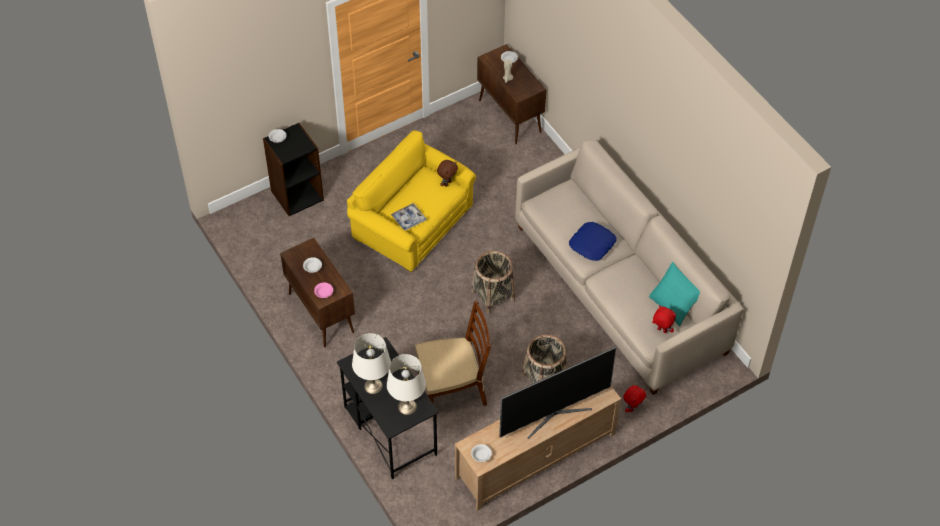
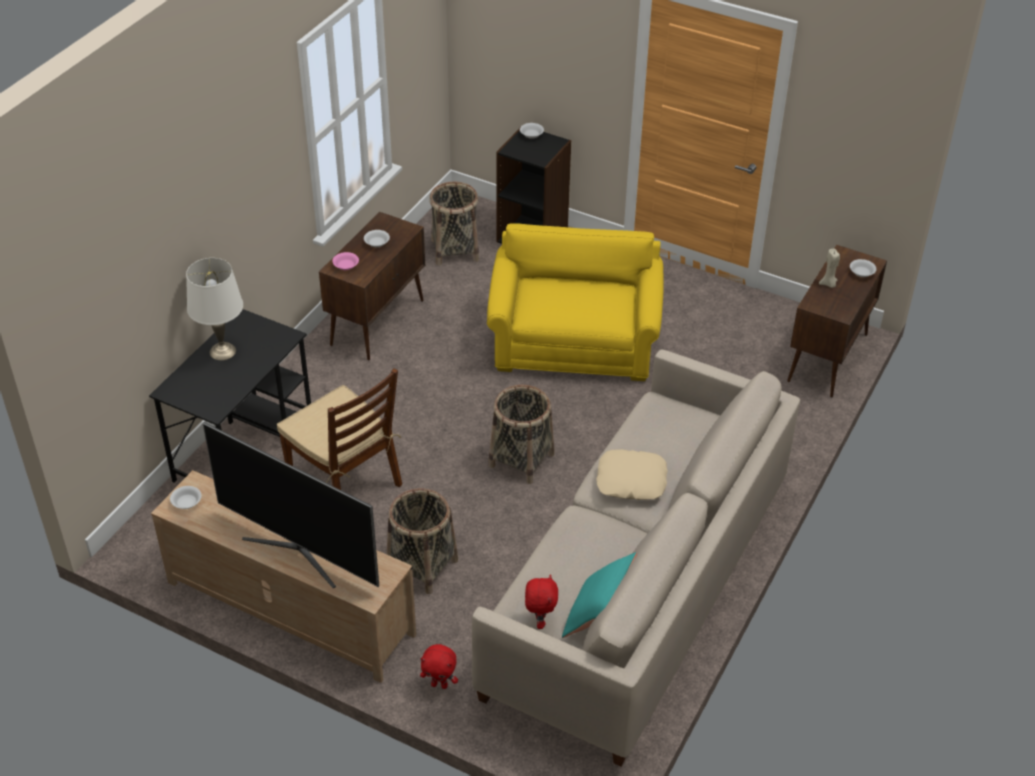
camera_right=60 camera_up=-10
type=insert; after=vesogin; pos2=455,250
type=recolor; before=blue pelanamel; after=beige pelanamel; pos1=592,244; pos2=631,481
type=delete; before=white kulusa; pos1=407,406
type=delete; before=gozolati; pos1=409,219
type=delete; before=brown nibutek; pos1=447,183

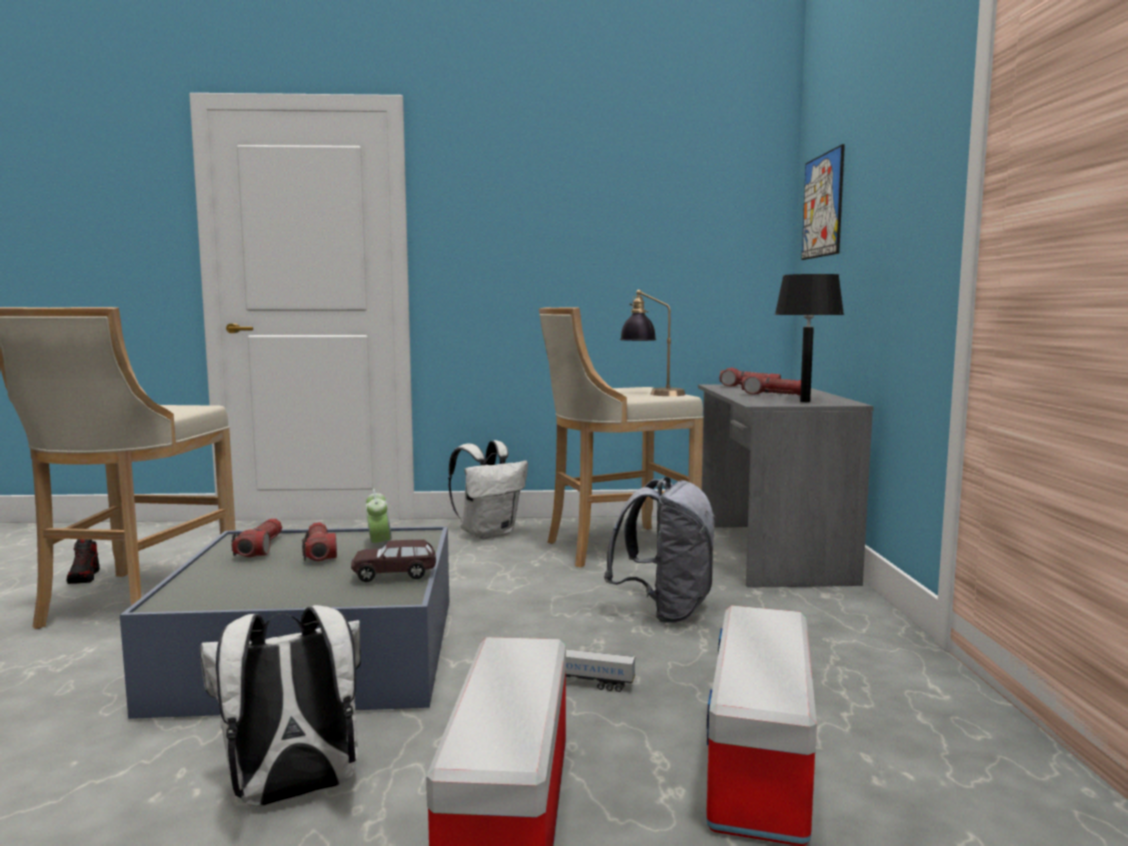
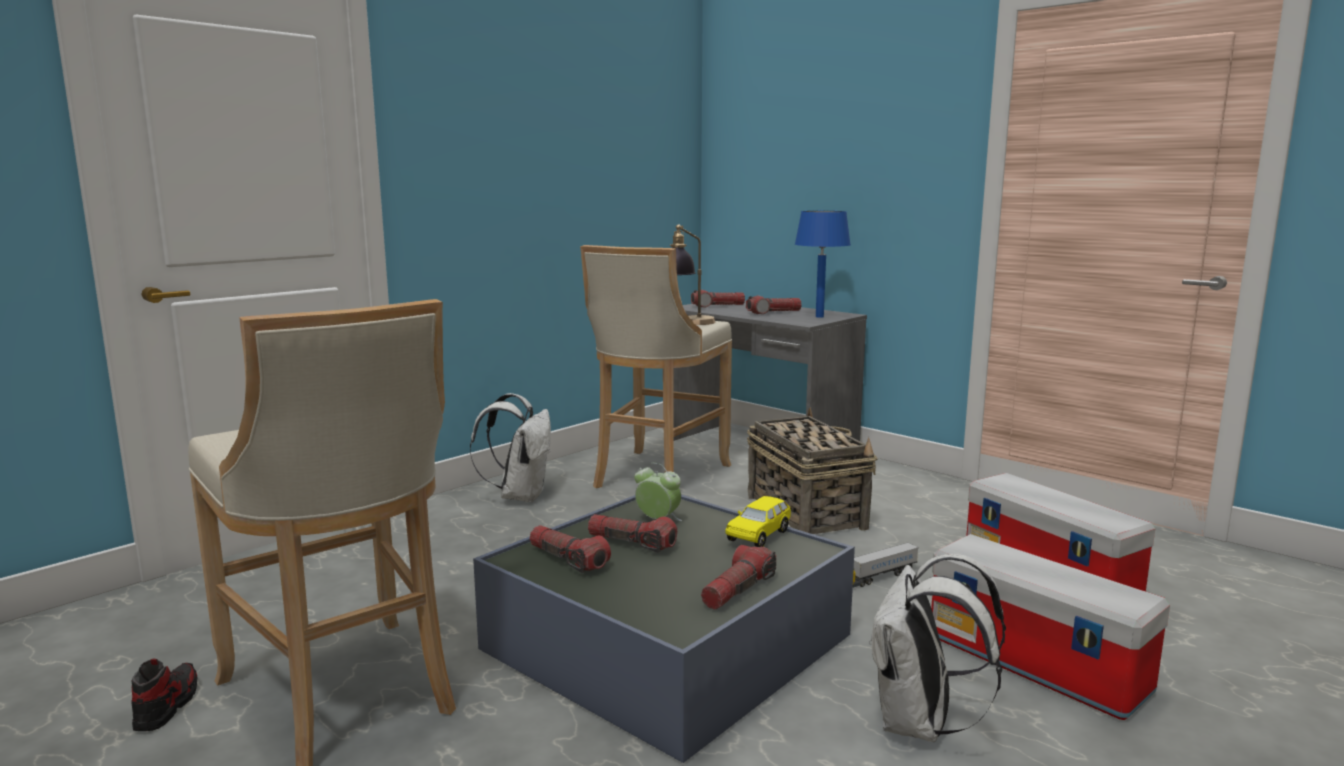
camera_right=-45 camera_up=5
type=rotate; before=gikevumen; pos1=84,577; pos2=167,706; turn=-120
type=insert; after=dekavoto; pos2=738,590
type=recolor; before=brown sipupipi; after=yellow sipupipi; pos1=394,574; pos2=759,535
type=replace; before=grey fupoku; after=vesogin; pos1=665,611; pos2=805,511
type=recolor; before=black kulusa; after=blue kulusa; pos1=804,401; pos2=819,316
type=delete; before=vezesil; pos1=822,206

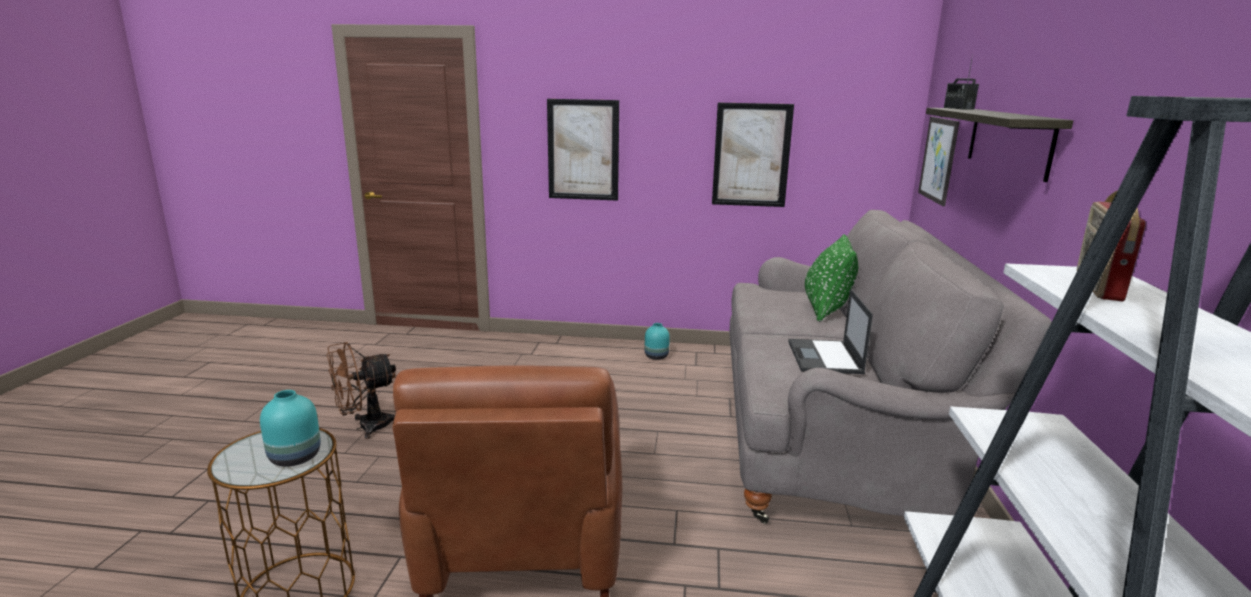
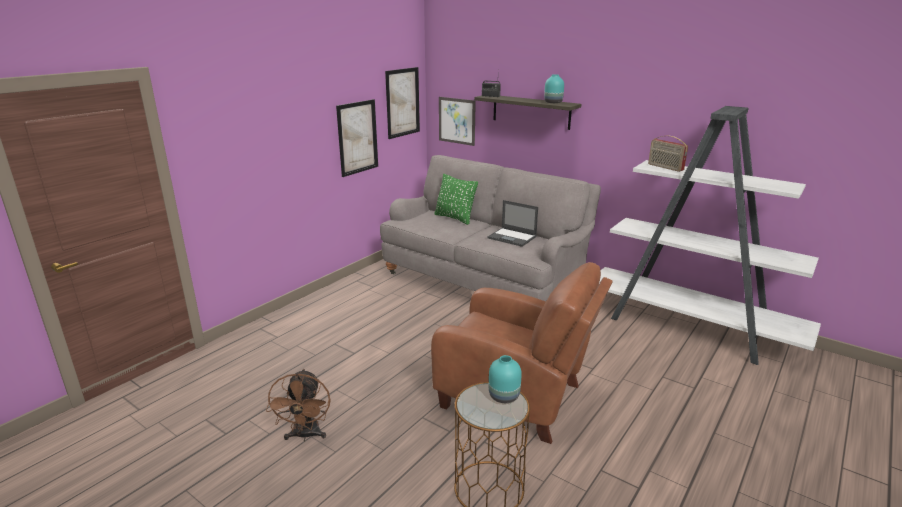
camera_right=-60 camera_up=5
type=move; before=vezesil; pos1=583,150; pos2=402,102
type=move; before=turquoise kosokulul; pos1=656,357; pos2=553,102

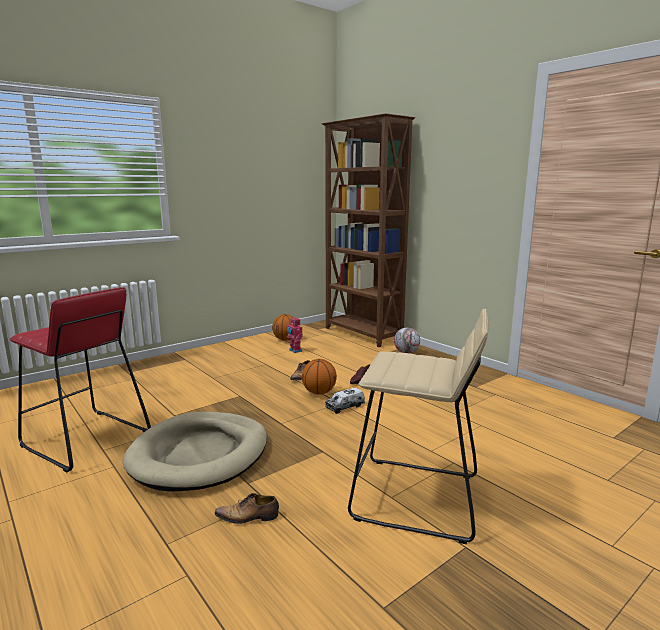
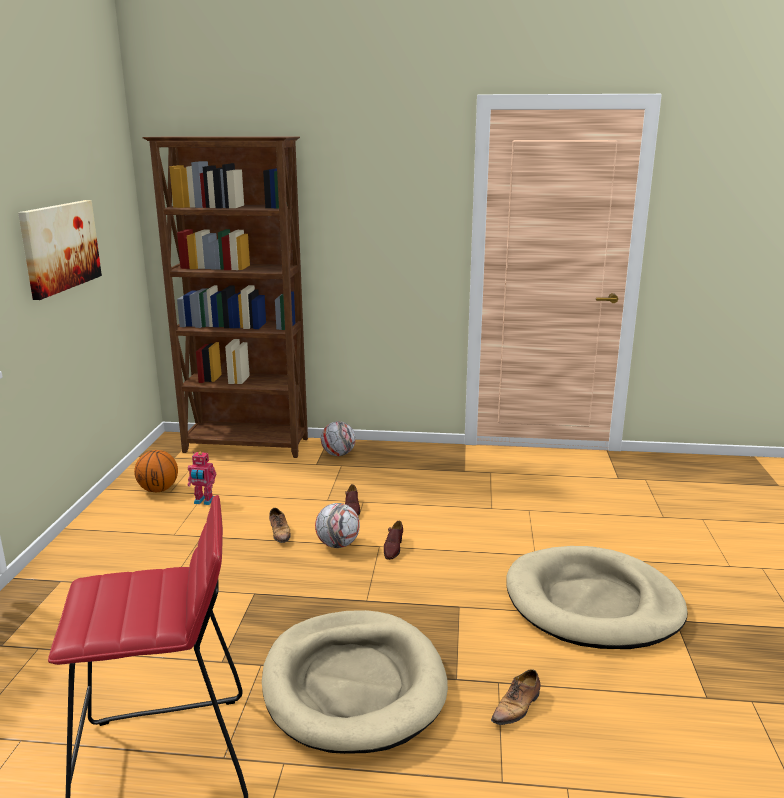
camera_right=-45 camera_up=5
type=insert; after=vezesil; pos2=60,247
type=replace; before=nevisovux; after=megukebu; pos1=319,393; pos2=338,544
type=replace; before=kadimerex; after=brown gikevumen; pos1=345,407; pos2=393,548
type=replace; before=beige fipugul; after=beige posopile; pos1=416,498; pos2=593,603

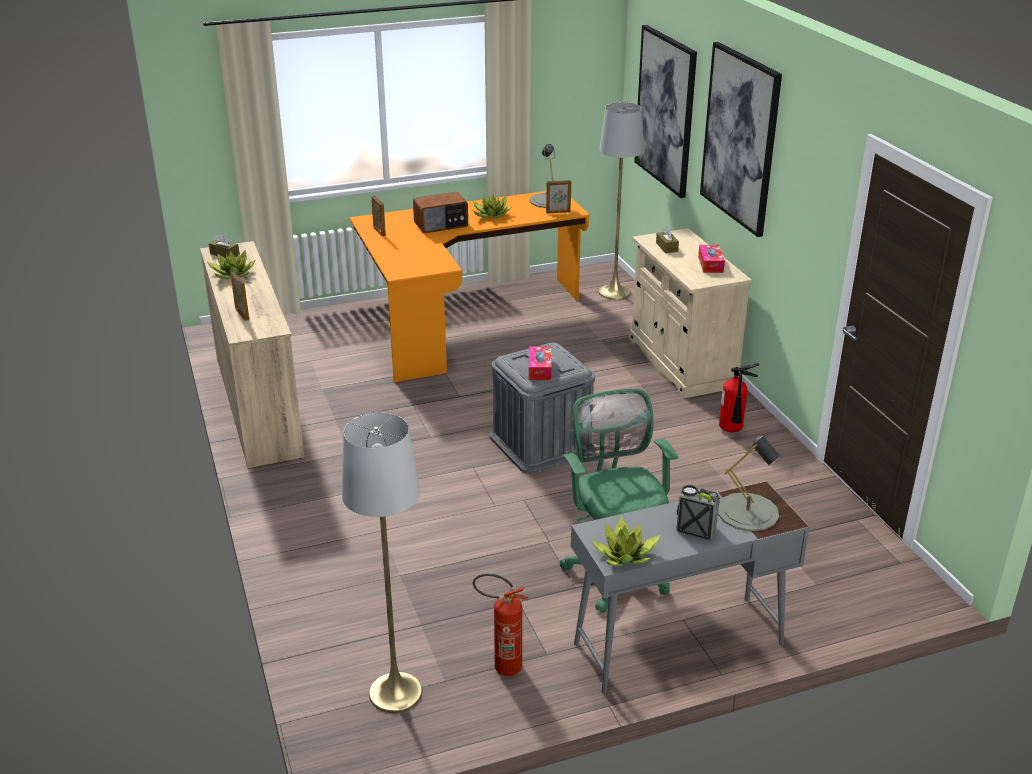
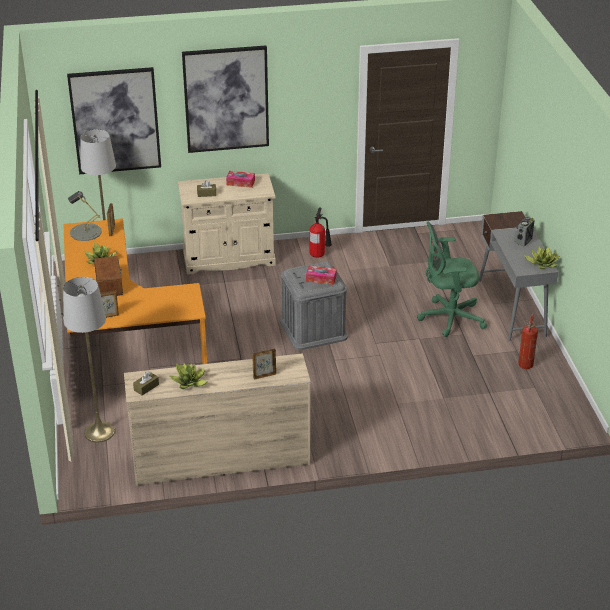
camera_right=-80 camera_up=5
type=move; before=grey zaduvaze; pos1=395,692; pos2=99,432
type=delete; before=grey kulusa; pos1=748,512

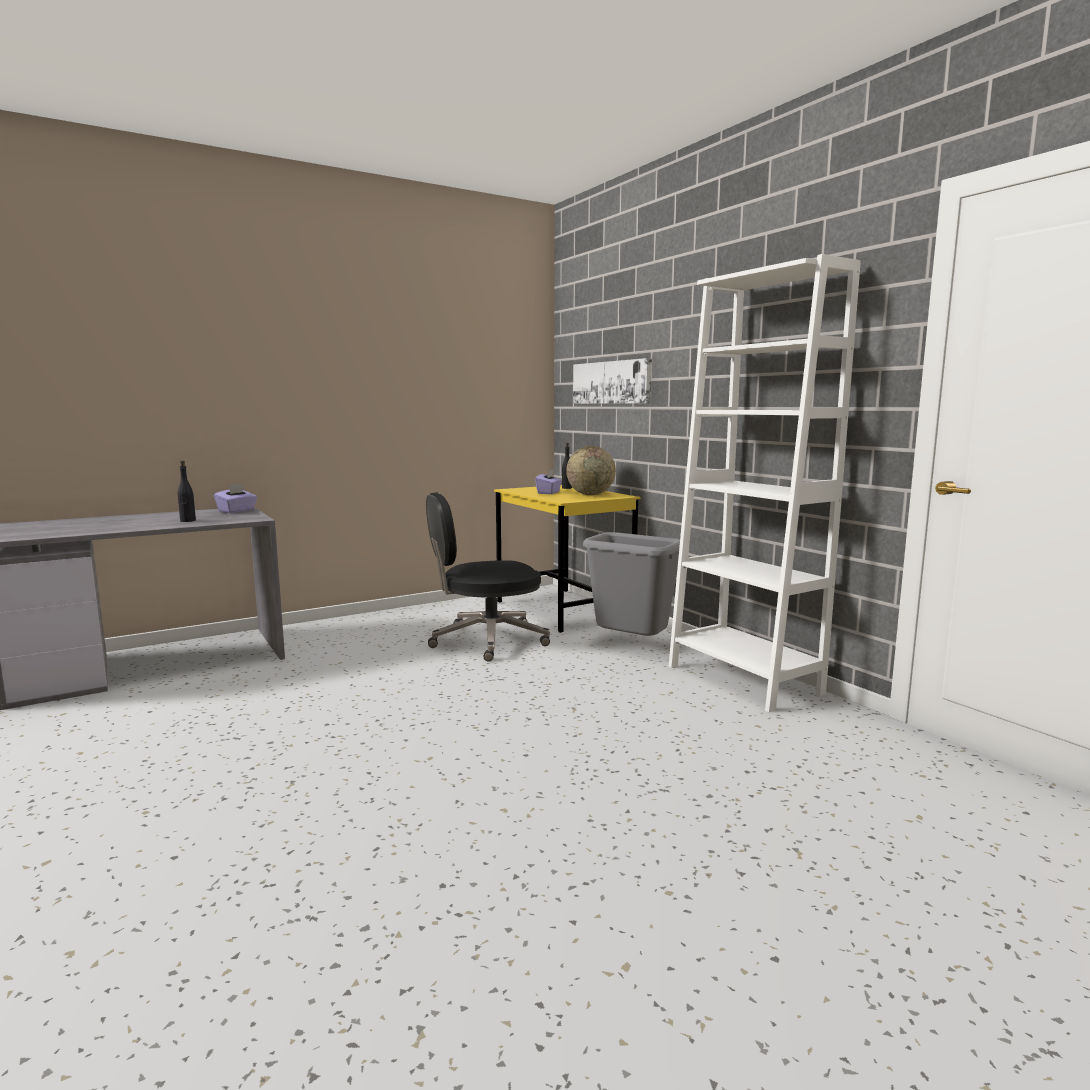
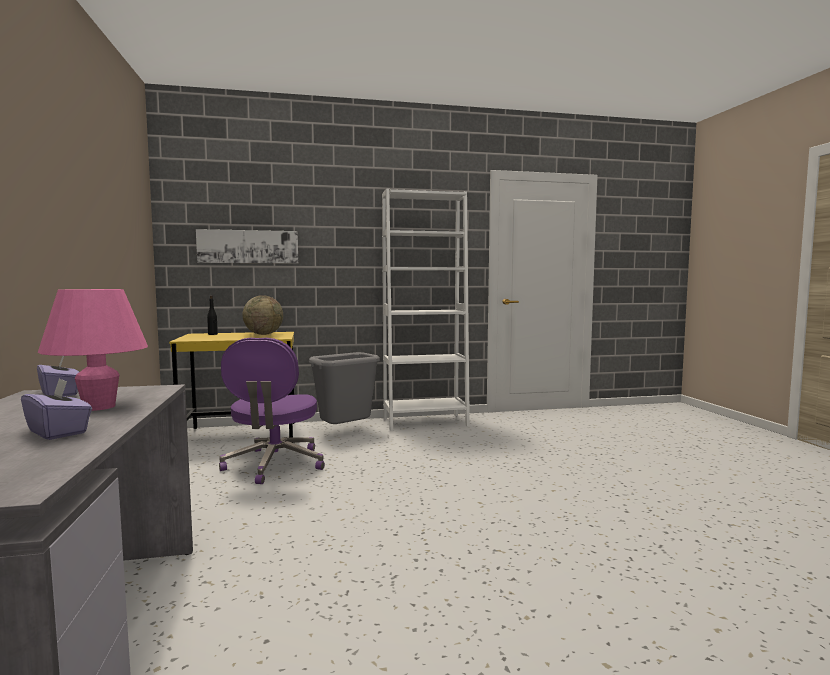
camera_right=-70 camera_up=-5
type=move; before=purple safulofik; pos1=549,493; pos2=58,432
type=replace; before=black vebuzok; after=pink kulusa; pos1=188,521; pos2=99,407
type=recolor; before=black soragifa; after=purple soragifa; pos1=486,641; pos2=274,465

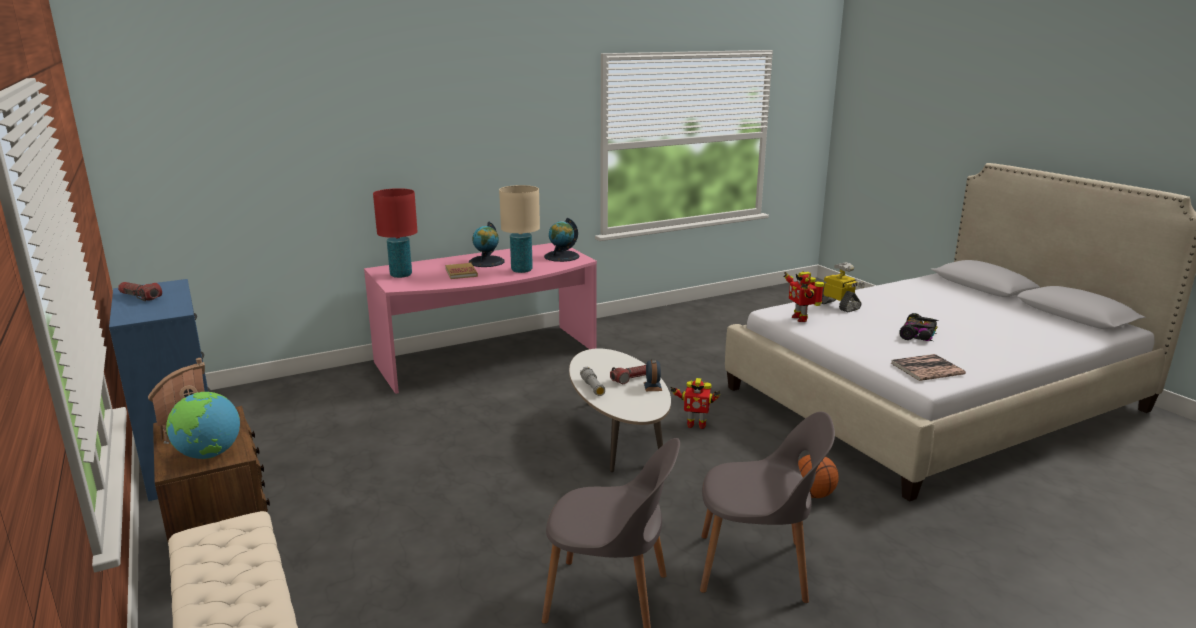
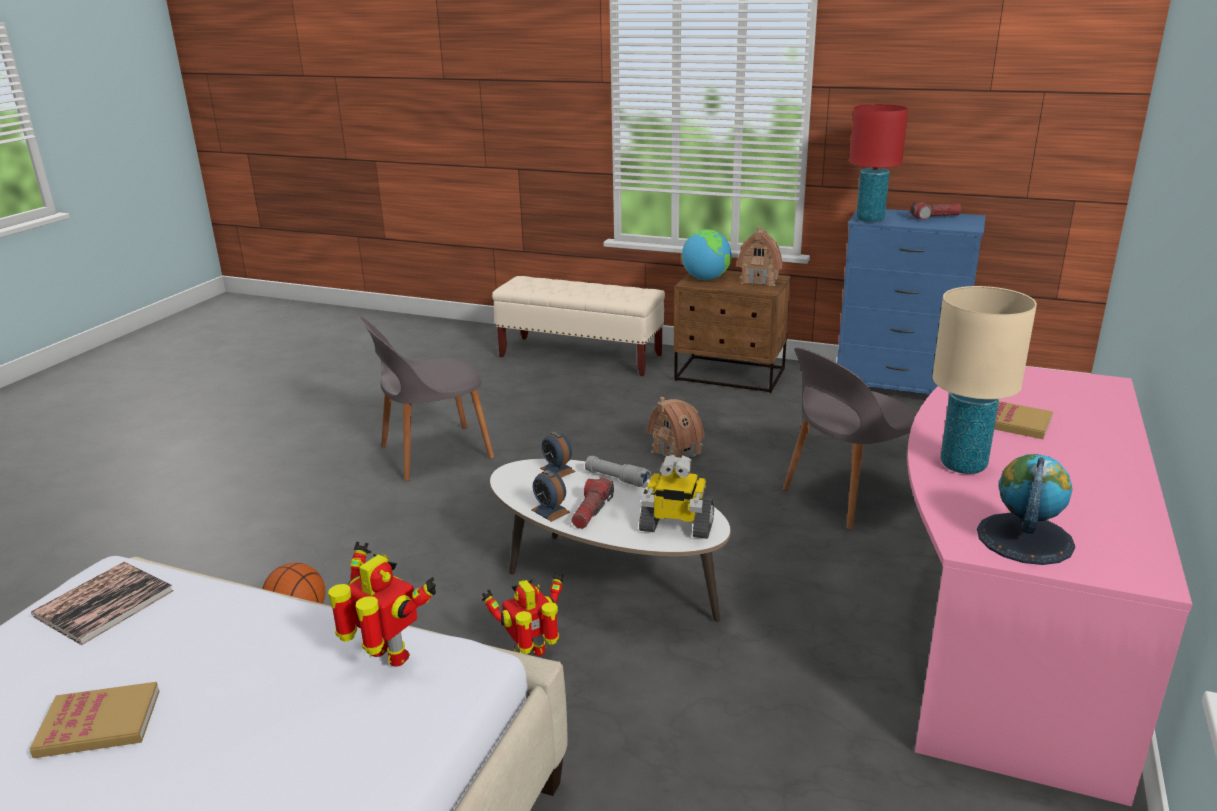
camera_right=140 camera_up=5
type=replace; before=sipupipi; after=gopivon; pos1=918,334; pos2=99,723
type=insert; after=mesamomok; pos2=557,470
type=move; before=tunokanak; pos1=838,305; pos2=676,526
type=insert; after=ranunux; pos2=677,452
type=move; before=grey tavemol; pos1=756,568; pos2=847,495
type=move; before=red kulusa; pos1=401,275; pos2=870,219
type=delete; before=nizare; pos1=486,262

